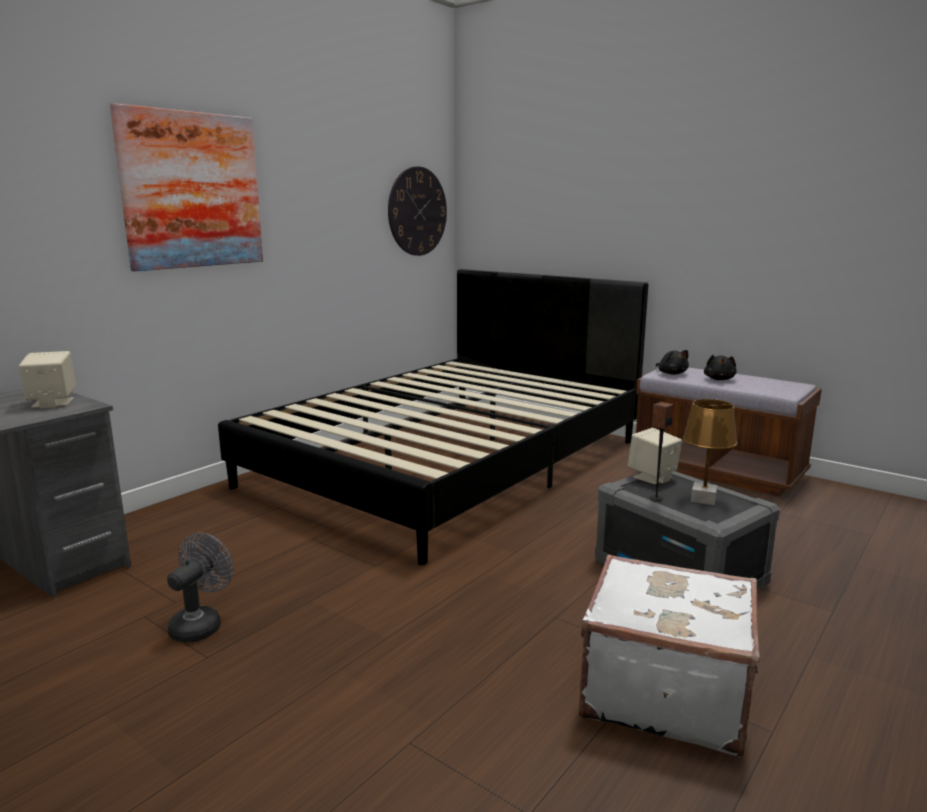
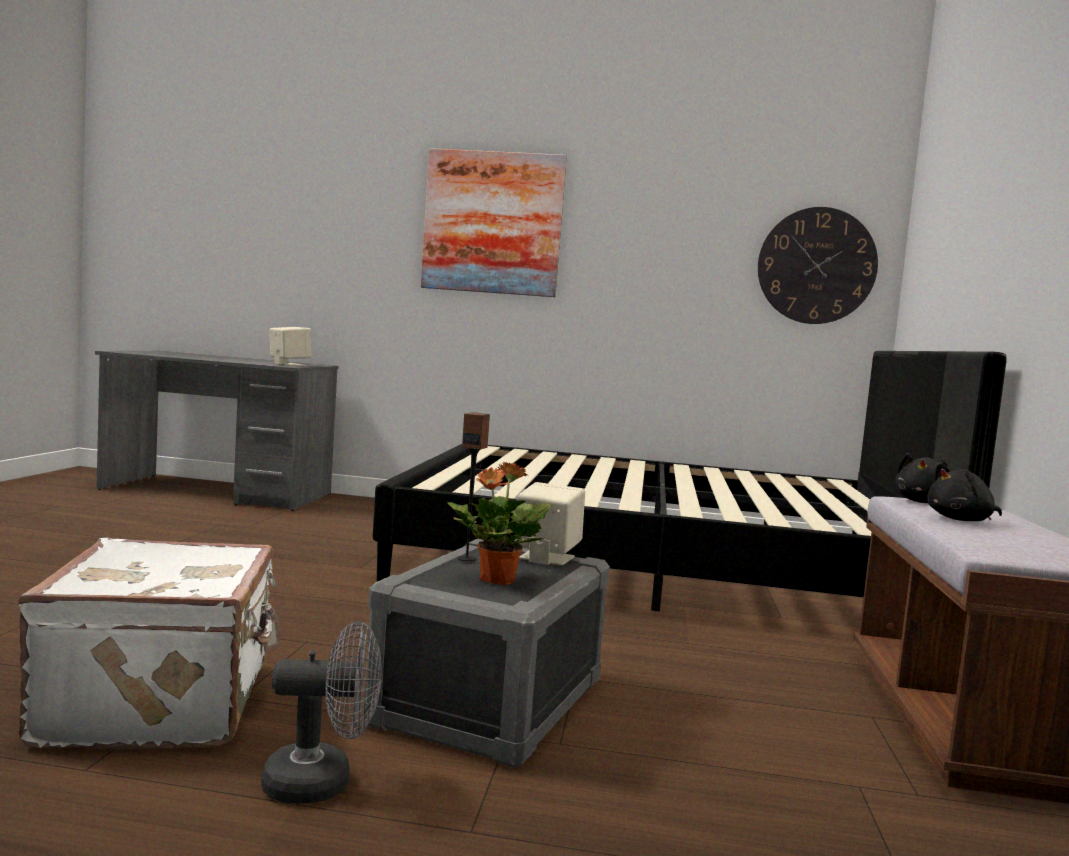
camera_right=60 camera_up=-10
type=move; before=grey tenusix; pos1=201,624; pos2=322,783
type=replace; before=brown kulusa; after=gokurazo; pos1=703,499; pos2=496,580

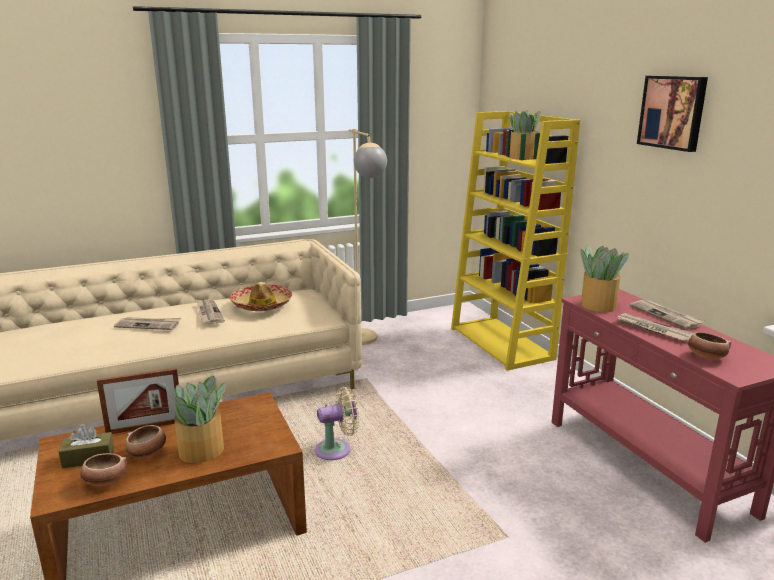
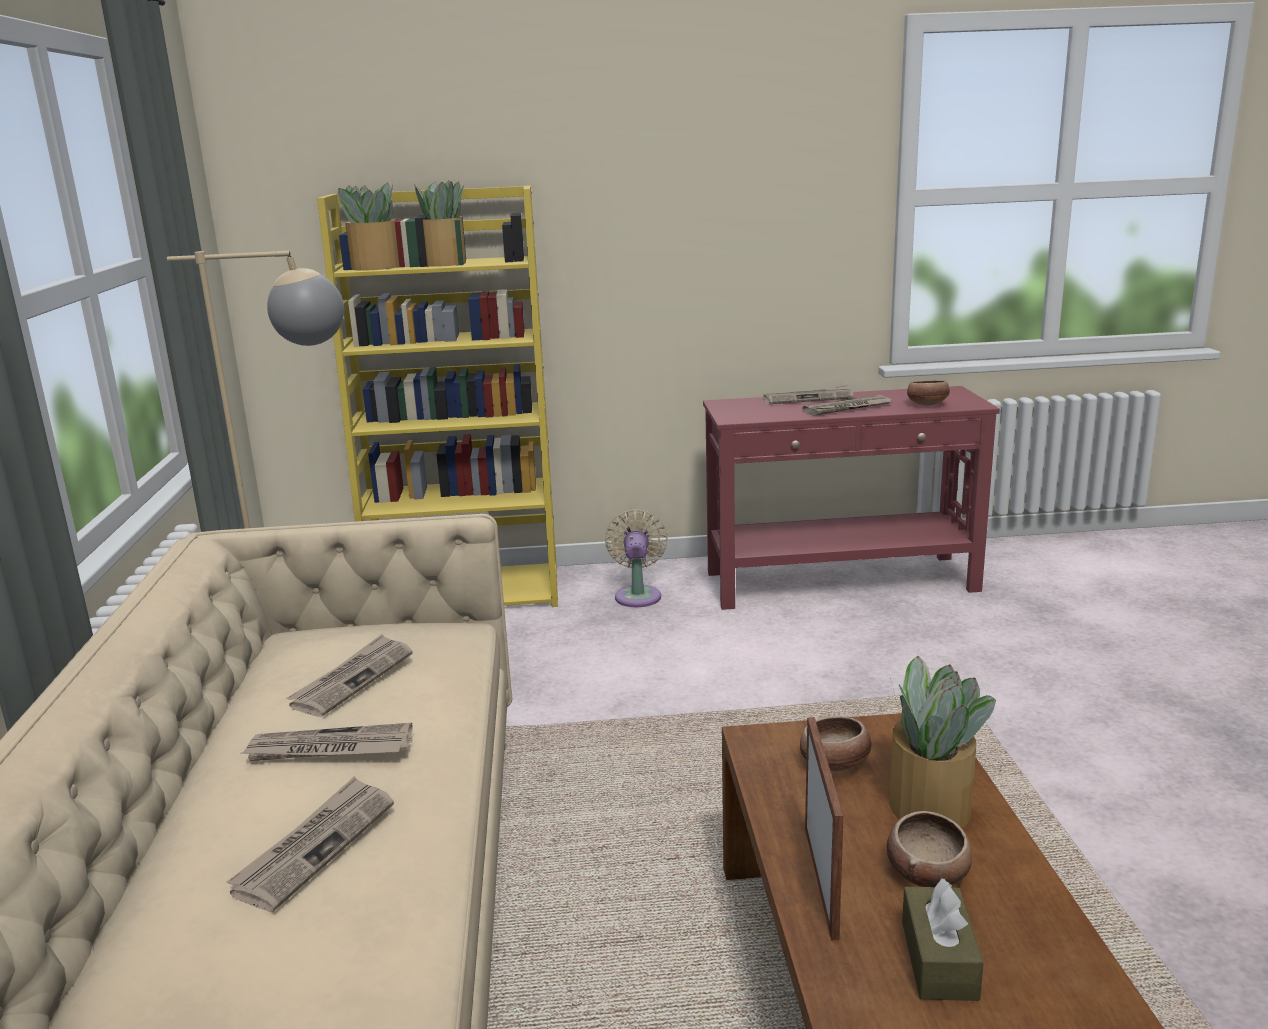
camera_right=-70 camera_up=0
type=replace; before=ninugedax; after=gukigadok; pos1=262,305; pos2=352,679
type=move; before=gokurazo; pos1=597,305; pos2=374,267
type=move; before=beige tenusix; pos1=337,449; pos2=638,595
type=move; before=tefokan; pos1=104,481; pos2=835,765
type=delete; before=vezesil; pos1=673,112

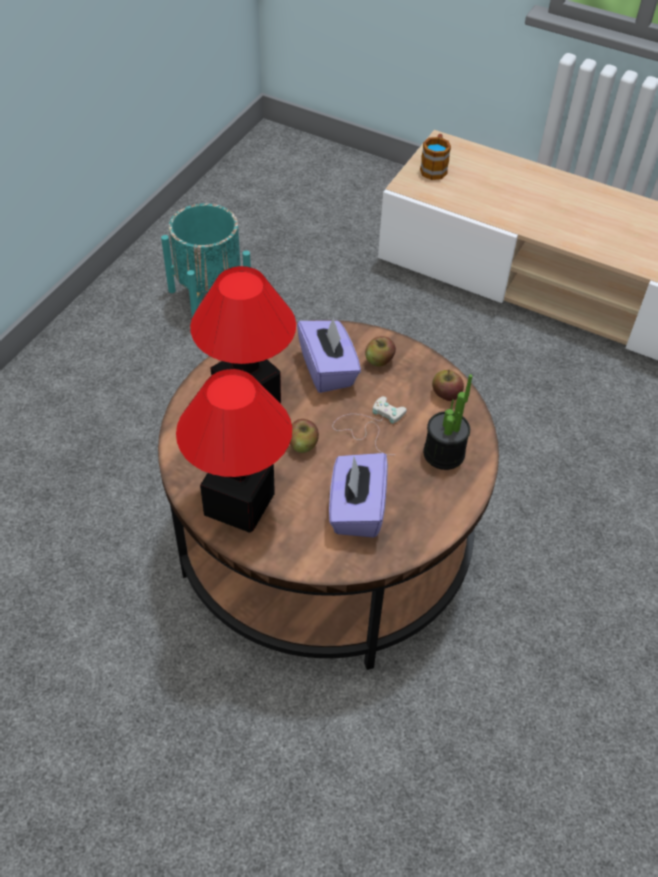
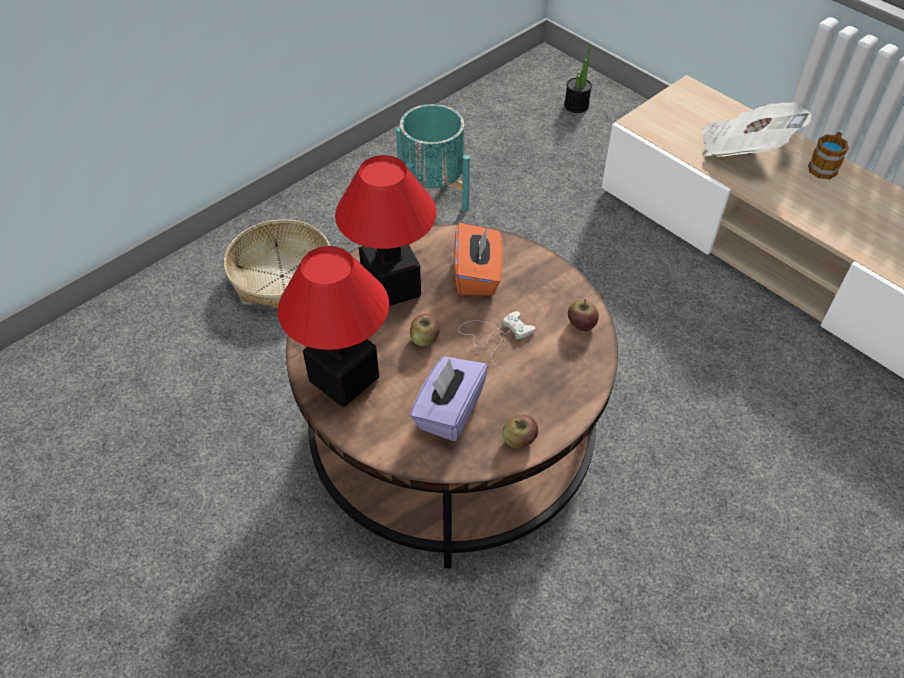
camera_right=20 camera_up=0
type=insert; after=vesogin; pos2=281,276
type=recolor; before=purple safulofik; after=orange safulofik; pos1=328,369; pos2=477,275
type=move; before=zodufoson; pos1=379,360; pos2=519,440
type=move; before=gokurazo; pos1=444,453; pos2=576,105
type=insert; after=gukigadok; pos2=744,150
type=move; before=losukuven; pos1=434,168; pos2=824,166

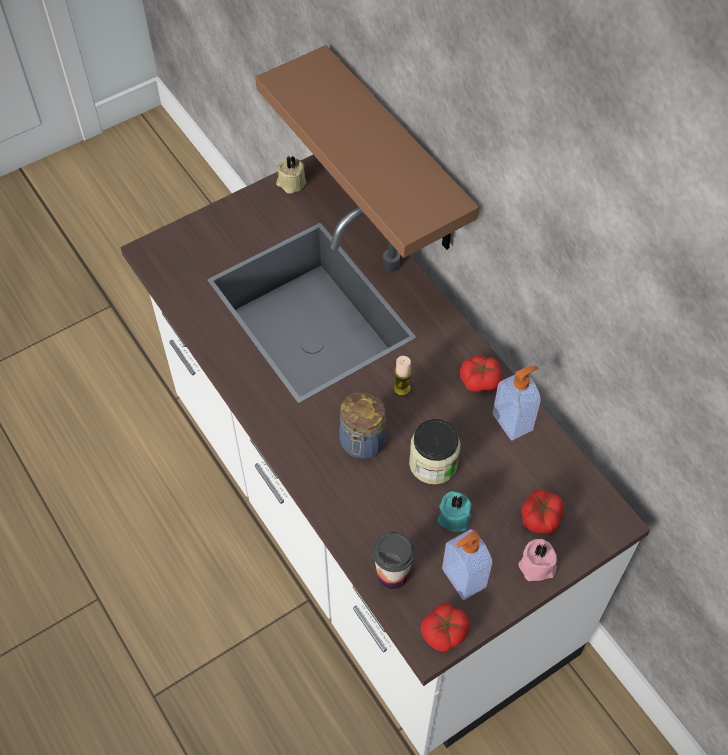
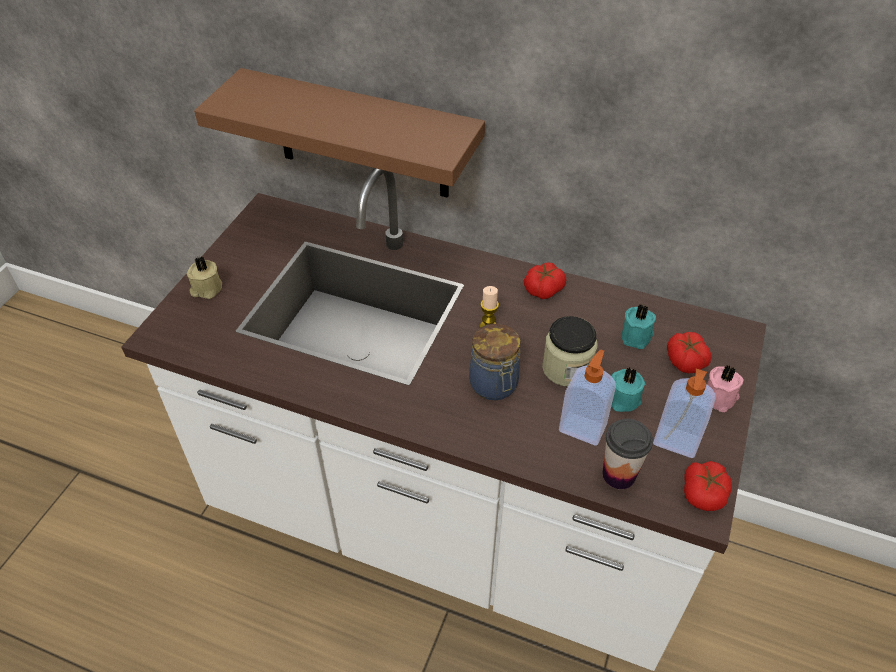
camera_right=-35 camera_up=-10
type=move; before=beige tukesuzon; pos1=291,183; pos2=206,289
type=move; before=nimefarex; pos1=513,422; pos2=583,427
type=insert; after=turquoise tukesuzon; pos2=637,336

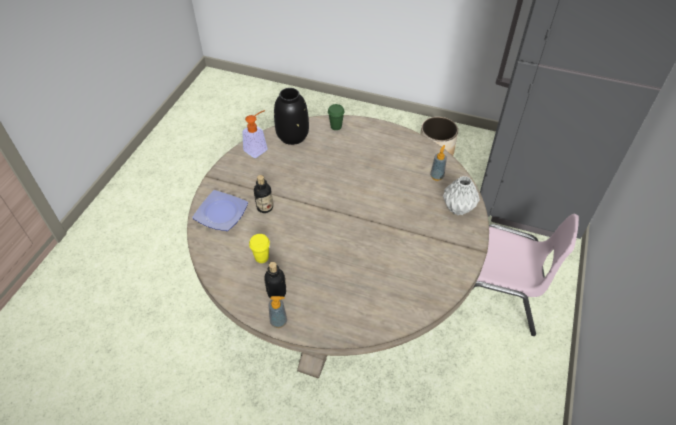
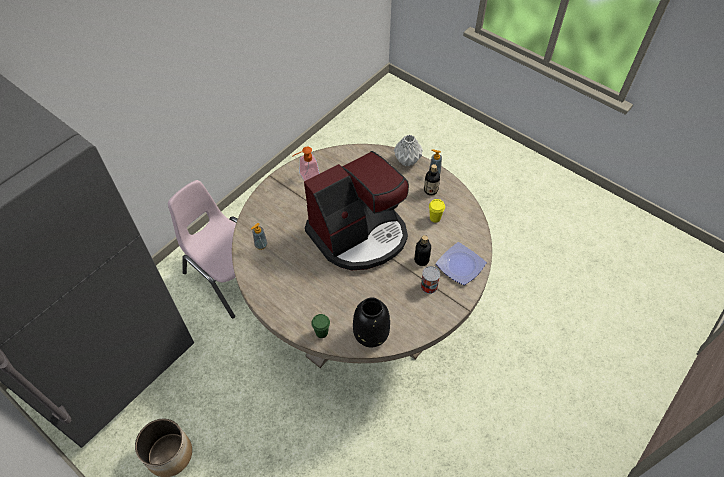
camera_right=-160 camera_up=5
type=move; before=nimefarex; pos1=258,148; pos2=306,176
type=insert; after=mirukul; pos2=359,235
type=move; before=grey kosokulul; pos1=457,209; pos2=407,161
type=insert; after=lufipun; pos2=429,286

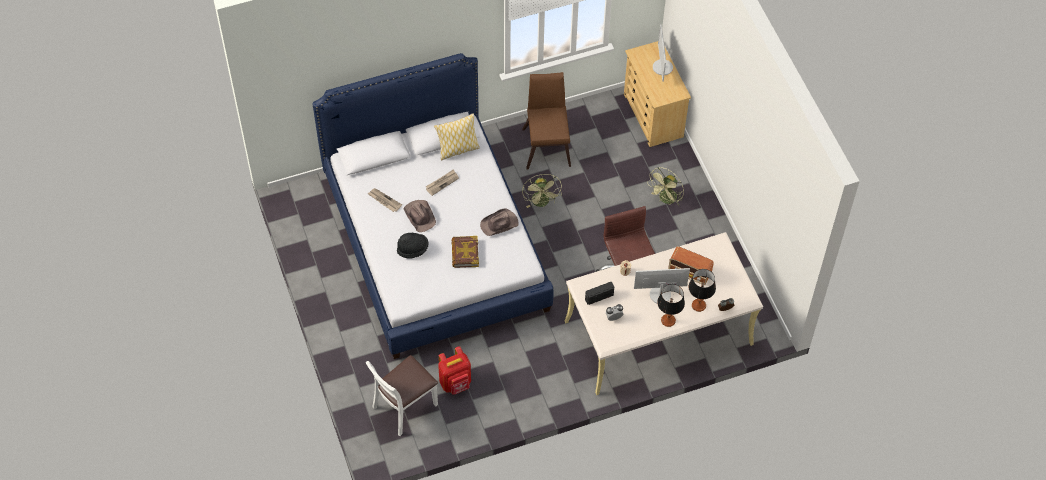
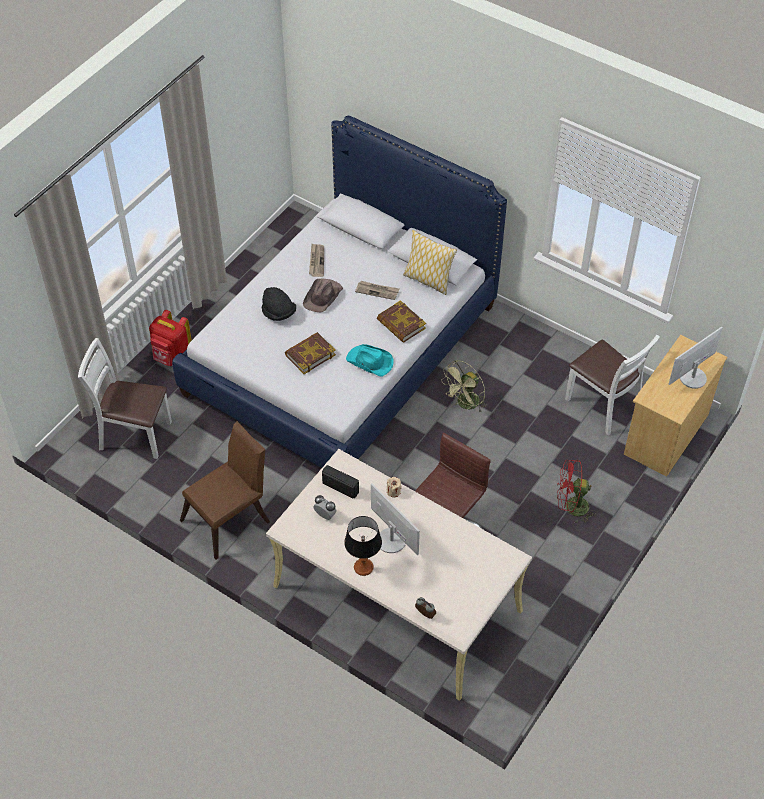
camera_right=55 camera_up=-5
type=move; before=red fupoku; pos1=455,383; pos2=172,357
type=move; before=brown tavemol; pos1=547,144; pos2=230,518
type=recolor; before=brown ninugedax; after=turquoise ninugedax; pos1=499,224; pos2=370,362
type=insert; after=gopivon; pos2=401,324
type=recolor; before=green tenusix; after=red tenusix; pos1=666,200; pos2=571,507
type=insert; after=white tavemol; pos2=603,405
type=delete; before=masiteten; pos1=690,273
type=delete; before=kulusa; pos1=698,305

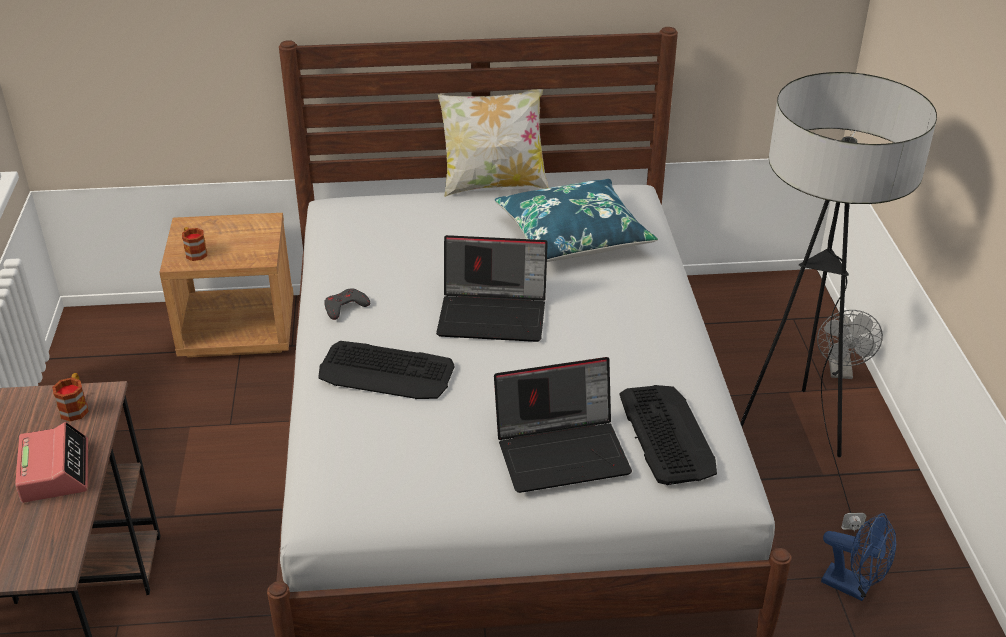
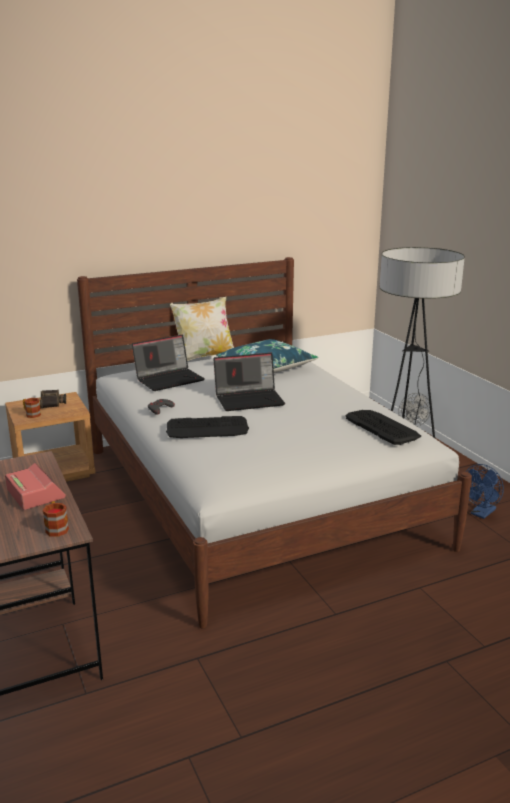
camera_right=-20 camera_up=-15
type=insert; after=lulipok; pos2=53,402
type=move; before=losukuven; pos1=76,407; pos2=56,528
type=move; before=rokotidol; pos1=563,451; pos2=169,379
type=rotate; before=blue tenusix; pos1=853,587; pos2=481,514; turn=120

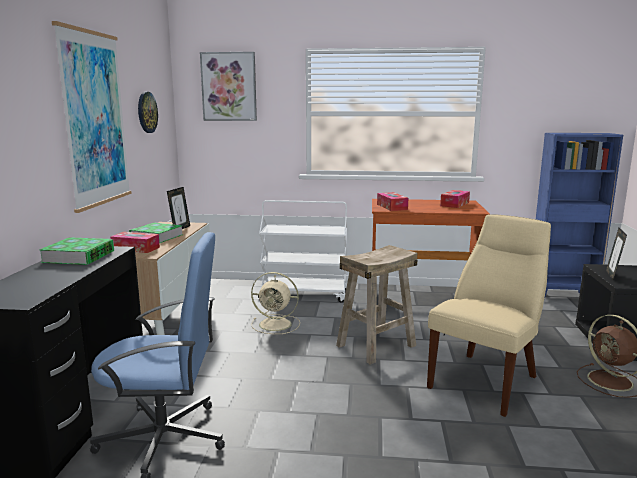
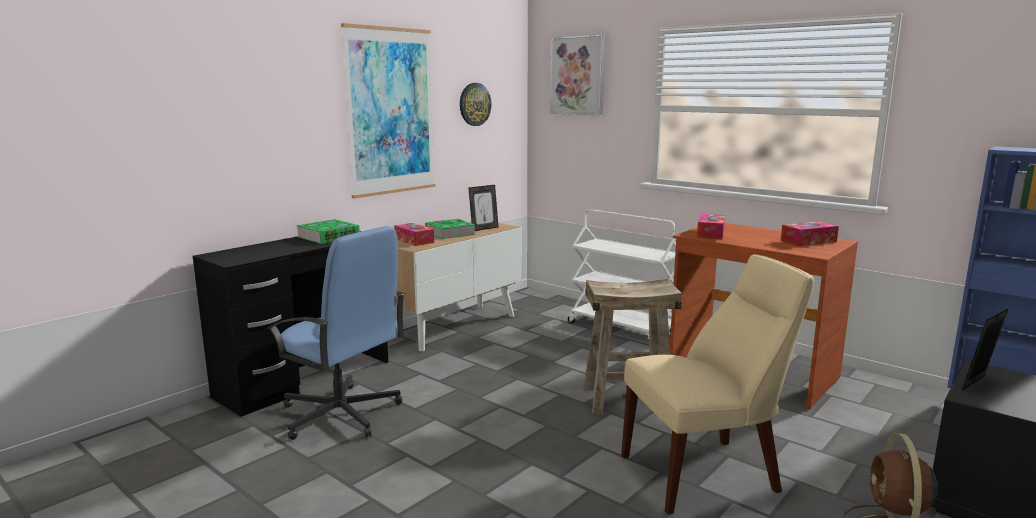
camera_right=35 camera_up=0
type=delete; before=beige tenusix; pos1=276,324

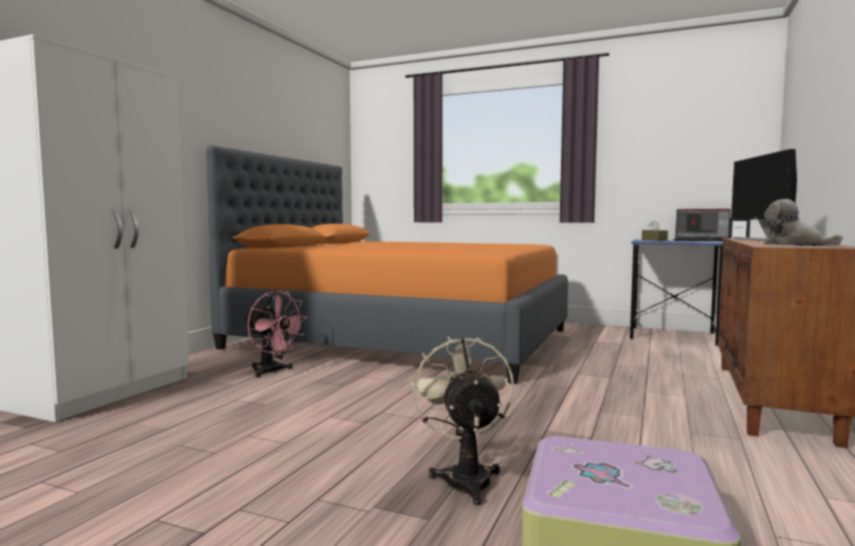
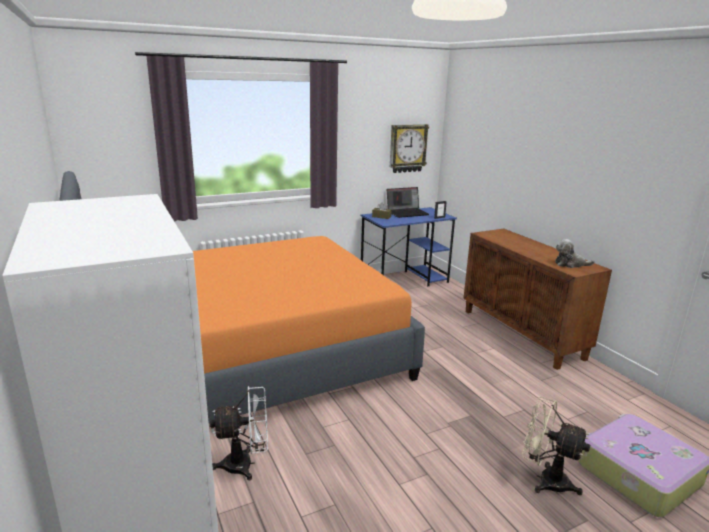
camera_right=-50 camera_up=15
type=recolor; before=pink tenusix; after=white tenusix; pos1=272,372; pos2=246,464
type=insert; after=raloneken; pos2=407,148
type=delete; before=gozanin; pos1=759,239

